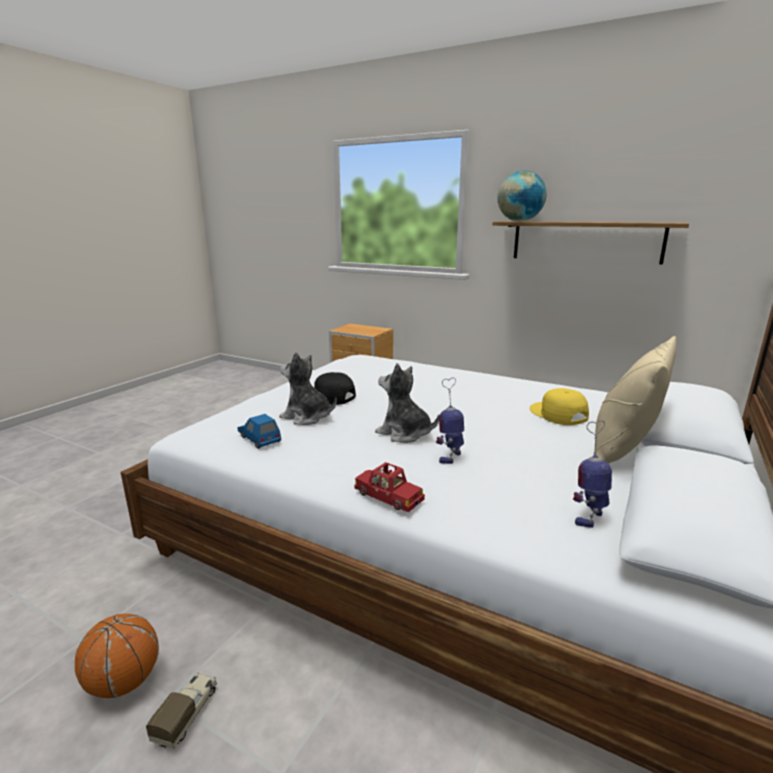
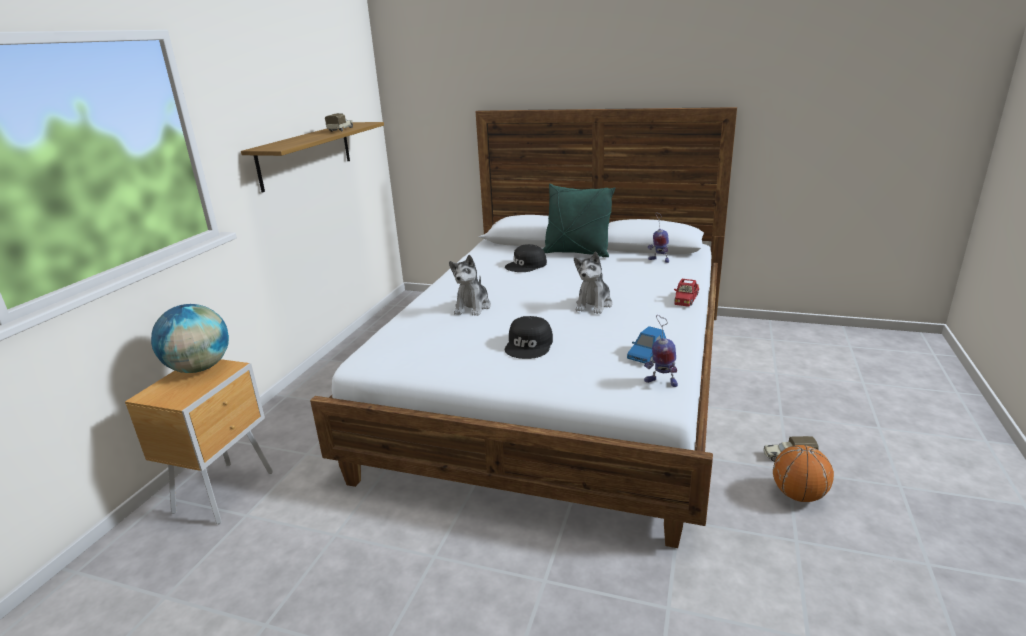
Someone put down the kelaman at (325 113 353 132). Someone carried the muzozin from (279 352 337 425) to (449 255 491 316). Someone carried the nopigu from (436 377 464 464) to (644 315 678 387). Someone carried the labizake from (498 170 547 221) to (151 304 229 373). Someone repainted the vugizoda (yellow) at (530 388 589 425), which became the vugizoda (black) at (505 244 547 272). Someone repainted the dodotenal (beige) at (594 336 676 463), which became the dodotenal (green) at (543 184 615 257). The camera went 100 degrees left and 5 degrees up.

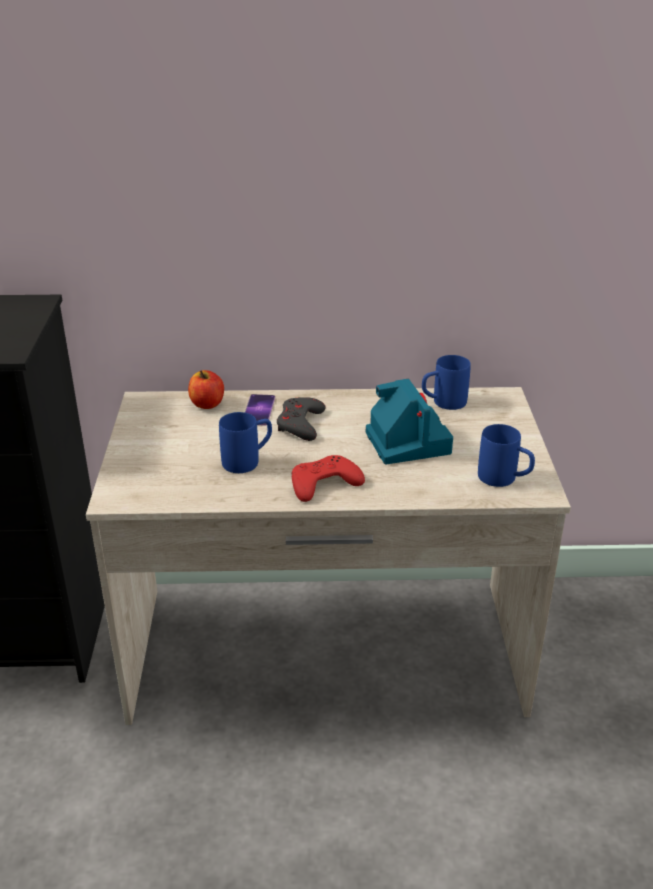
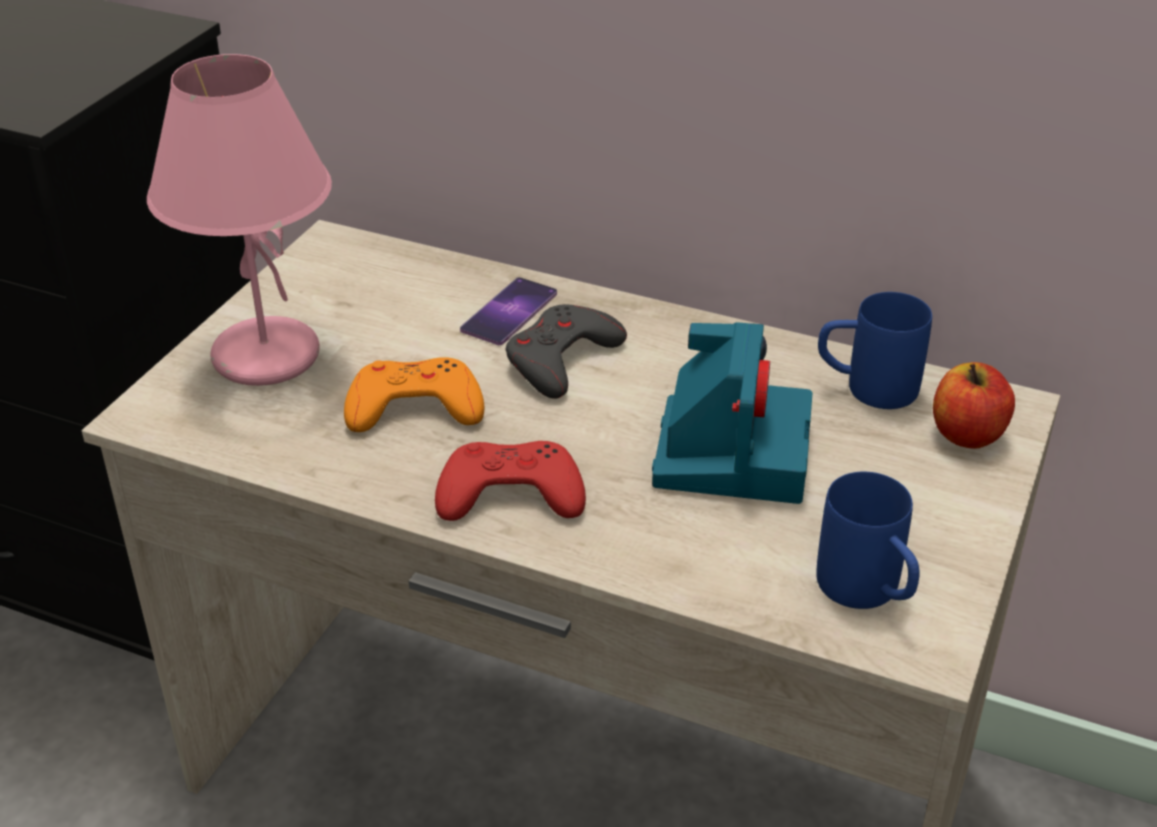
Someone put down the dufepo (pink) at (147 54 332 386). Someone carried the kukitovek from (188 370 224 409) to (933 362 1015 449). Someone swapped the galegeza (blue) at (219 412 272 473) for the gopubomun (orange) at (344 357 484 432). The camera went 25 degrees right and 5 degrees up.

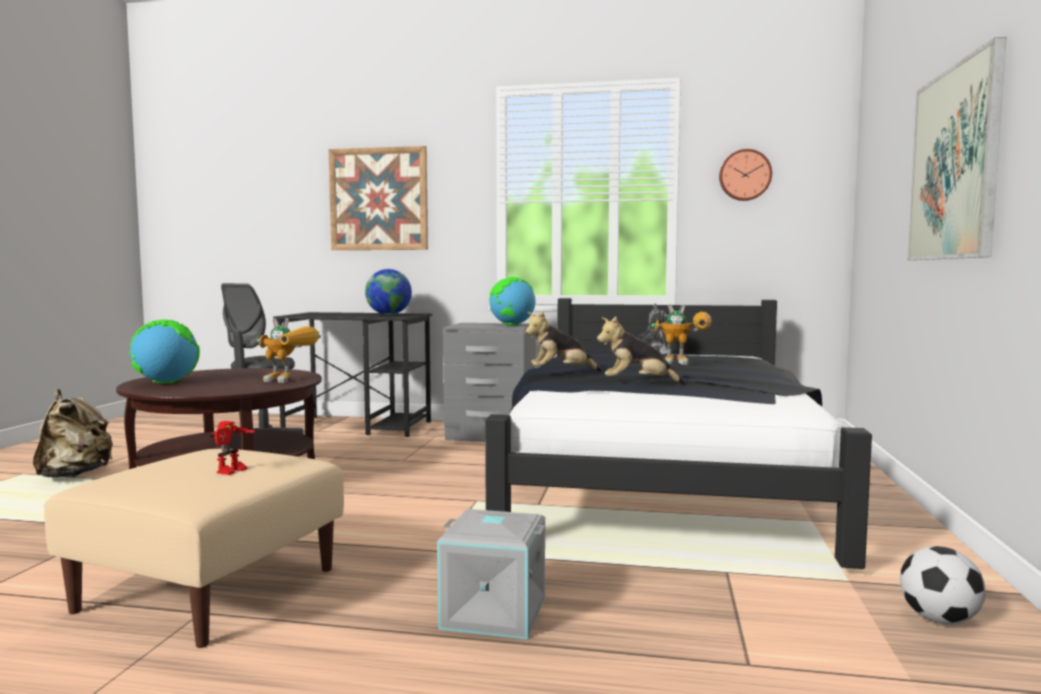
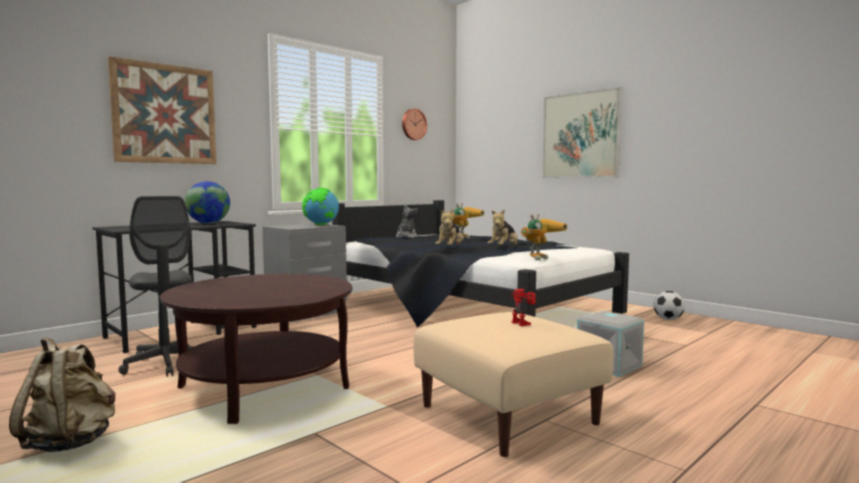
Someone took away the labizake at (129 319 200 384). Someone carried the nopigu from (257 318 321 383) to (521 214 567 260). The camera went 55 degrees left and 0 degrees up.

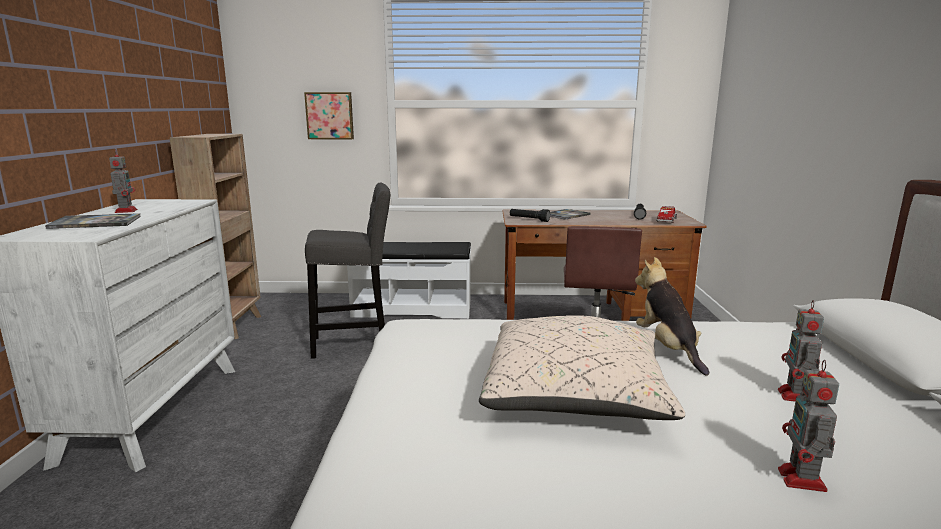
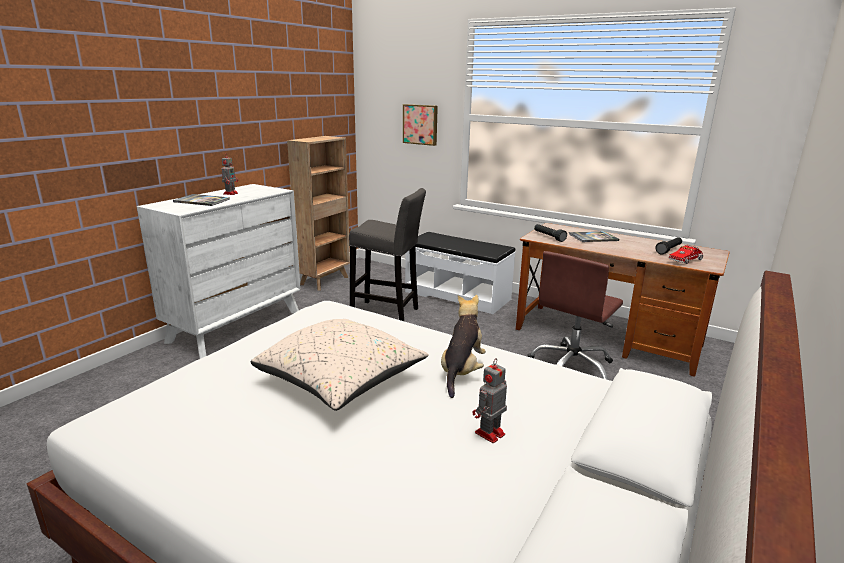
Someone took away the nopigu at (778 360 839 492). The camera went 30 degrees right and 5 degrees up.

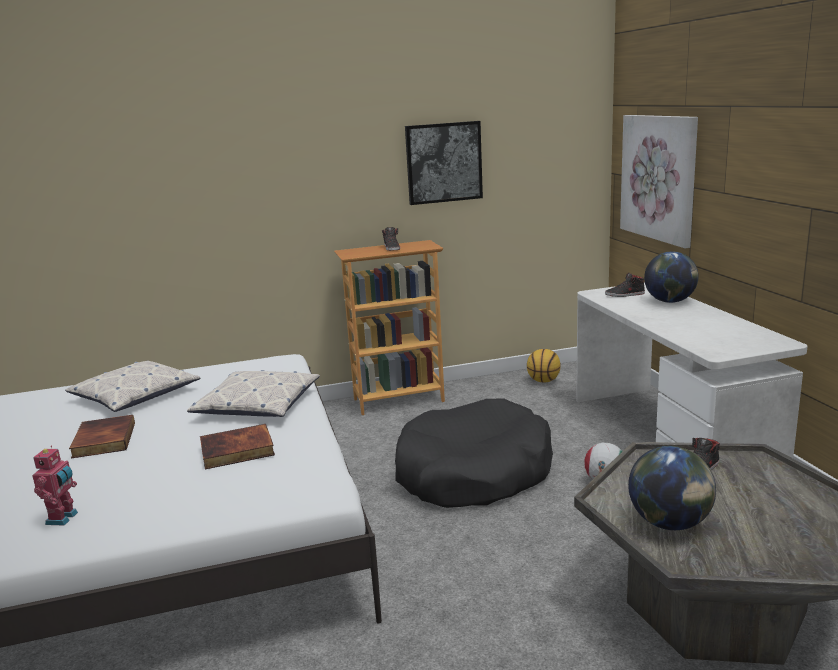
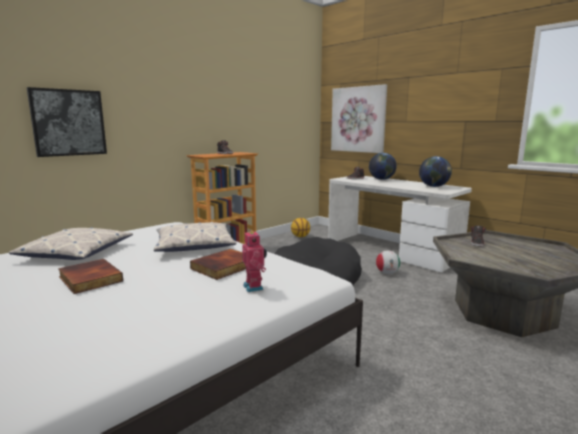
Someone carried the nopigu from (32 445 78 526) to (242 230 267 292). Someone carried the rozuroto from (405 121 483 205) to (26 87 107 157). Someone carried the labizake from (628 446 716 530) to (419 156 452 187). The camera went 30 degrees left and 5 degrees down.

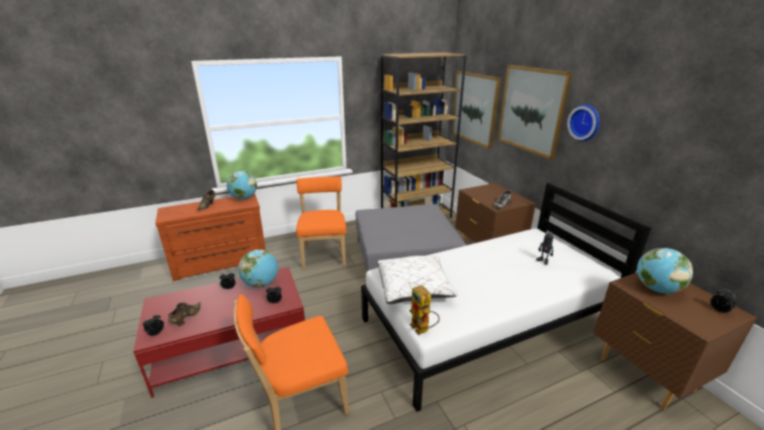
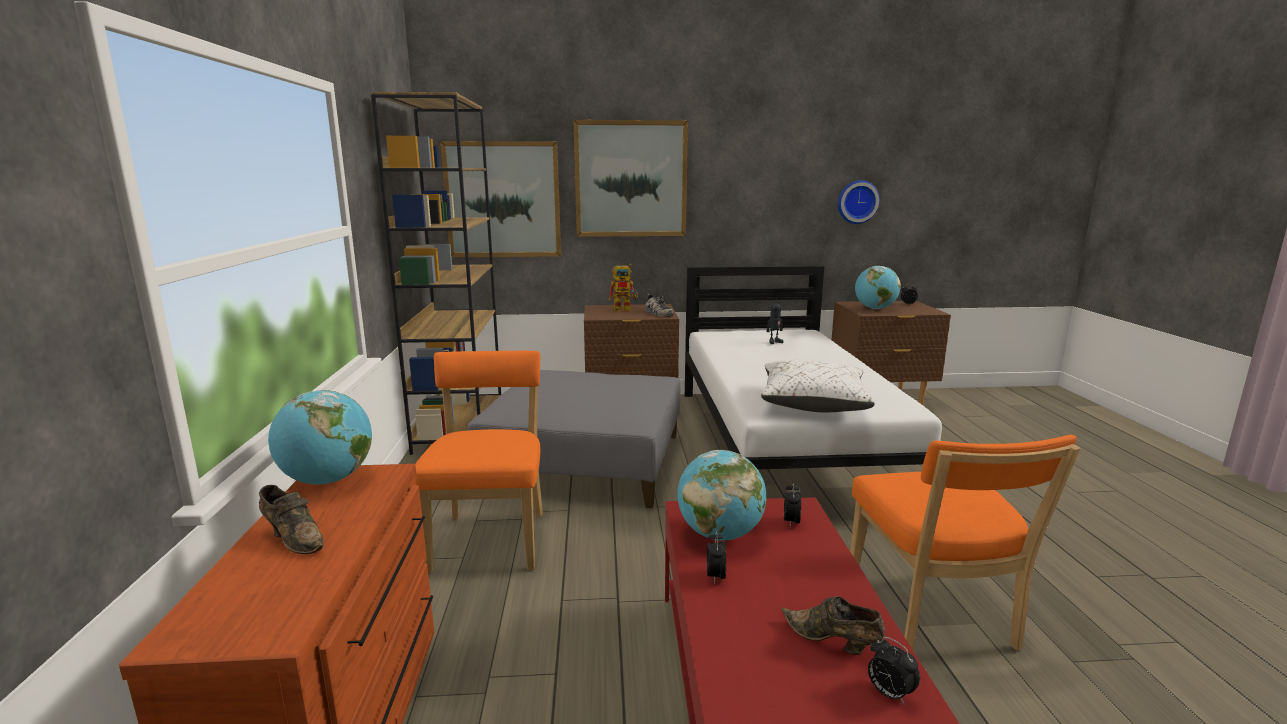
Someone carried the nopigu from (410 285 440 335) to (609 264 638 312). Someone carried the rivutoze from (567 104 600 141) to (838 180 880 224). Someone rotated the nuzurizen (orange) at (296 177 346 269) by 75 degrees clockwise. The camera went 70 degrees left and 10 degrees down.

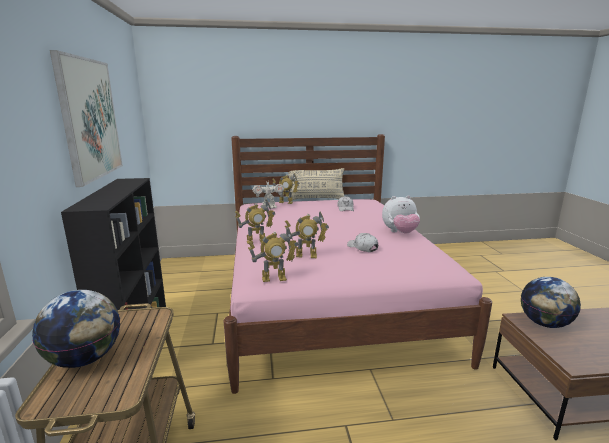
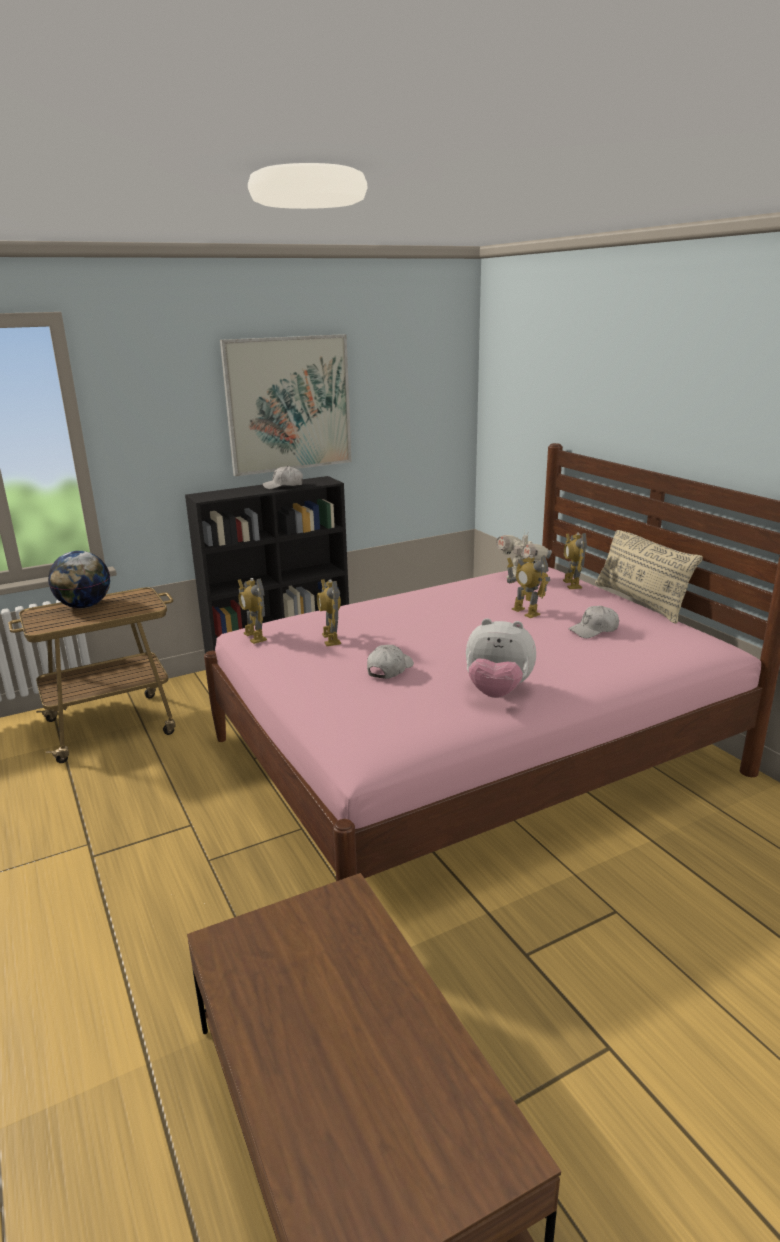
Someone took away the labizake at (521 277 581 328). Someone put down the vugizoda (white) at (262 466 303 489). Someone carried the nopigu from (235 200 275 244) to (507 555 550 618). Someone rotated the muzozin at (382 195 420 234) by 45 degrees counterclockwise. The camera went 70 degrees right and 5 degrees up.

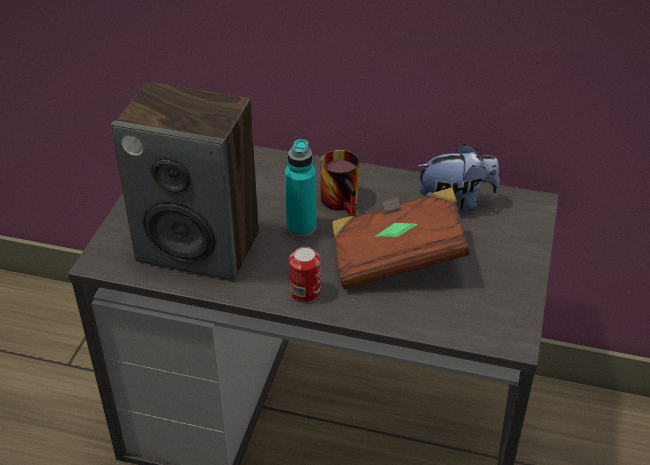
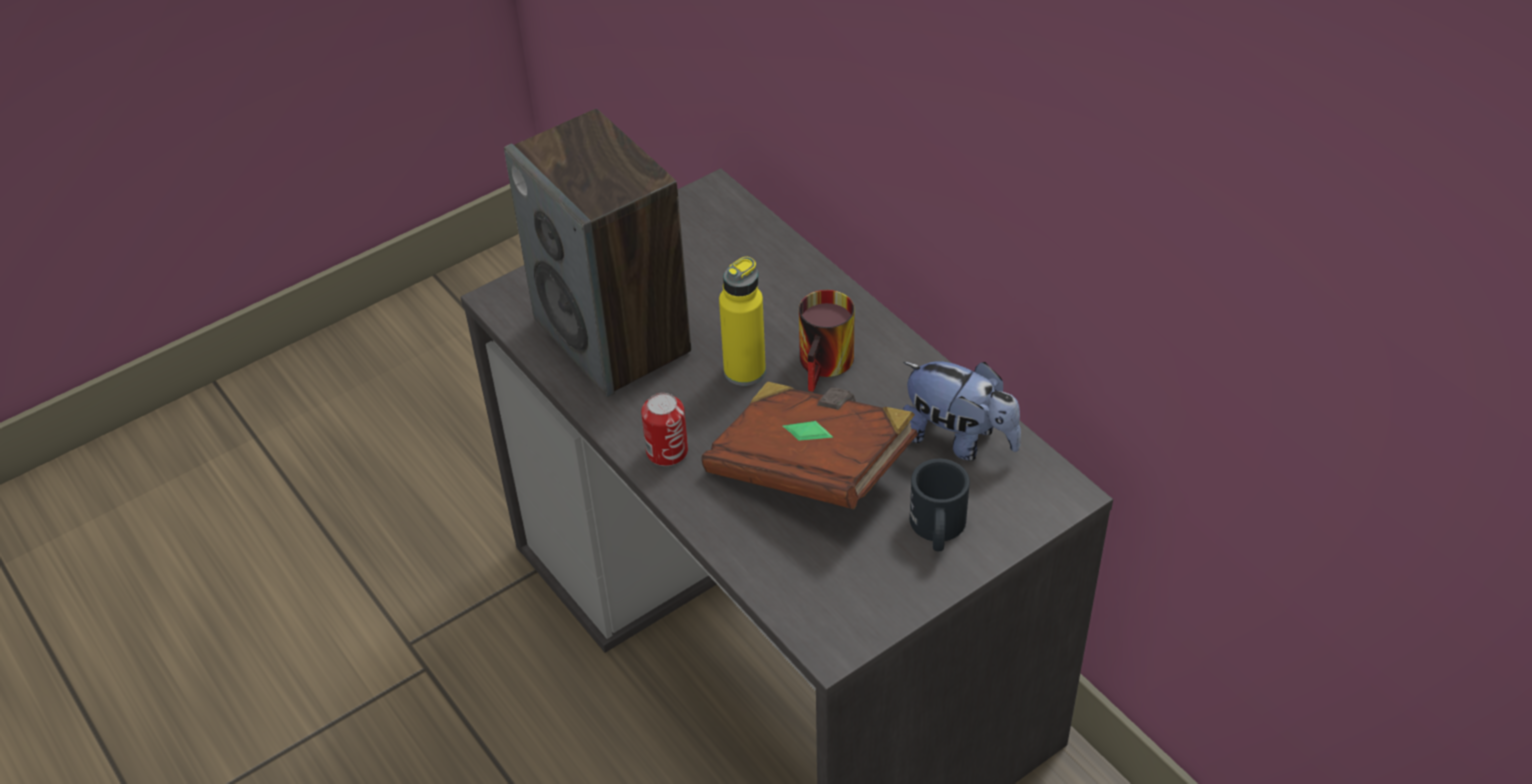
Someone put down the galegeza (black) at (910 459 970 552). Someone repainted the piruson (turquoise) at (285 139 316 237), which became the piruson (yellow) at (719 257 766 386). The camera went 40 degrees right and 5 degrees up.

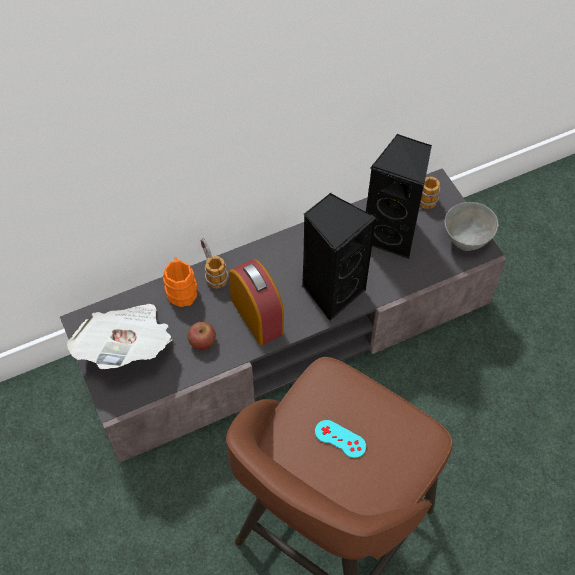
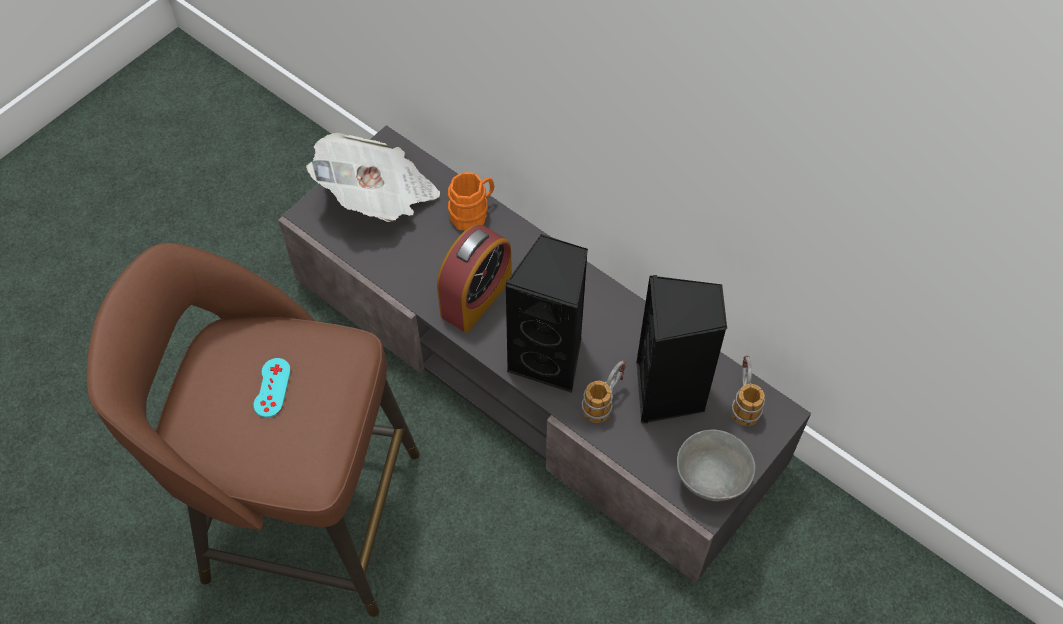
Someone took away the kukitovek at (188 322 216 350). Someone carried the galegeza from (201 238 228 289) to (582 360 626 423). The camera went 65 degrees right and 0 degrees up.

